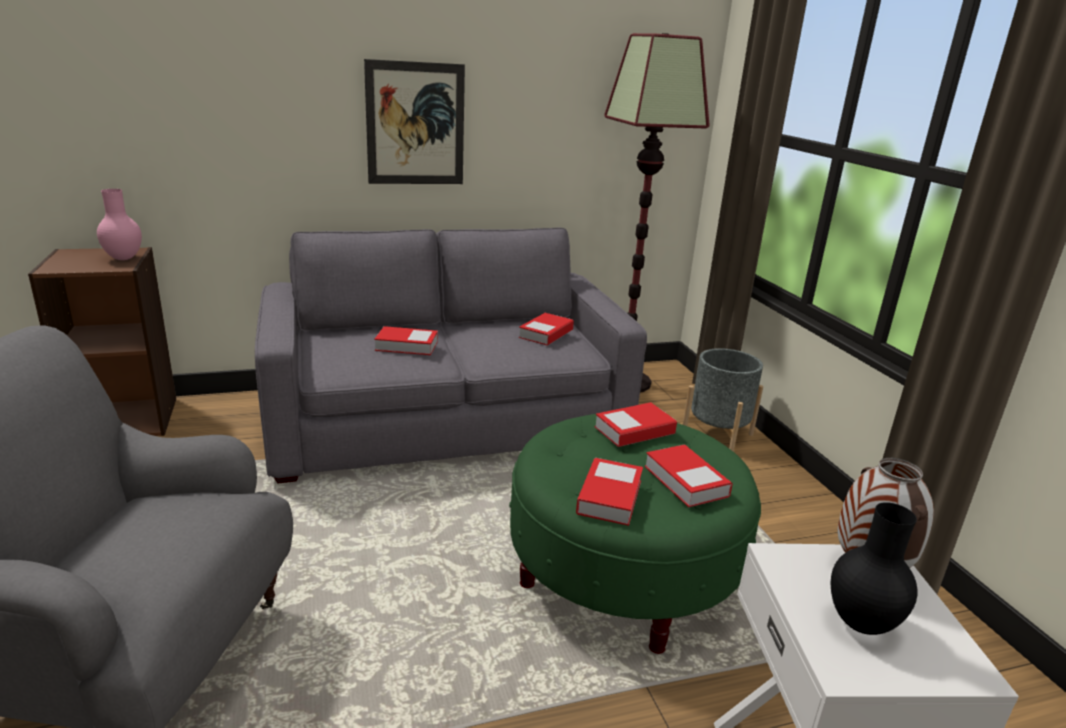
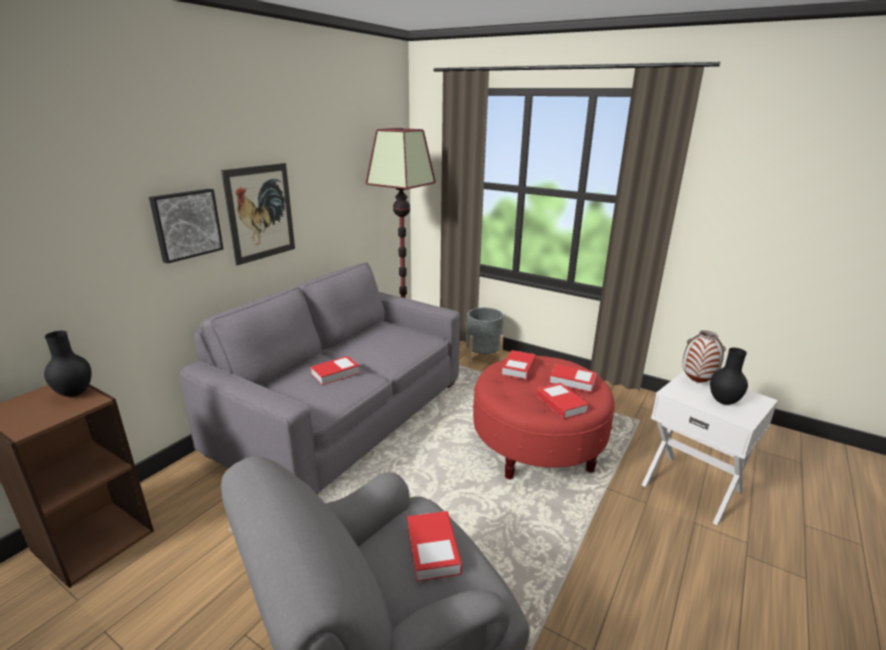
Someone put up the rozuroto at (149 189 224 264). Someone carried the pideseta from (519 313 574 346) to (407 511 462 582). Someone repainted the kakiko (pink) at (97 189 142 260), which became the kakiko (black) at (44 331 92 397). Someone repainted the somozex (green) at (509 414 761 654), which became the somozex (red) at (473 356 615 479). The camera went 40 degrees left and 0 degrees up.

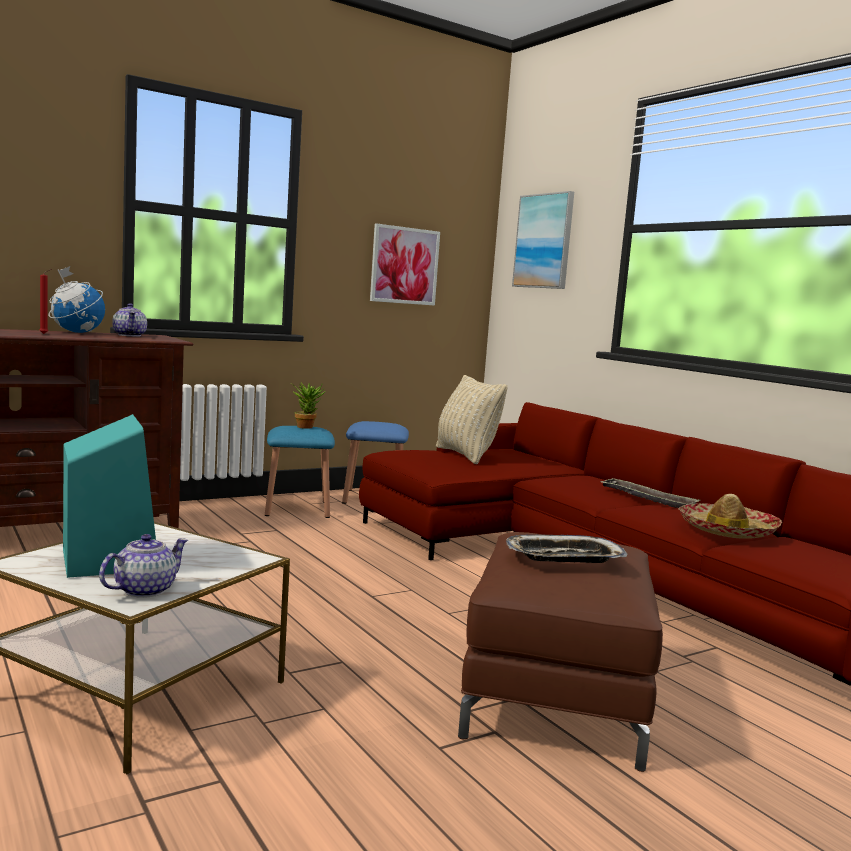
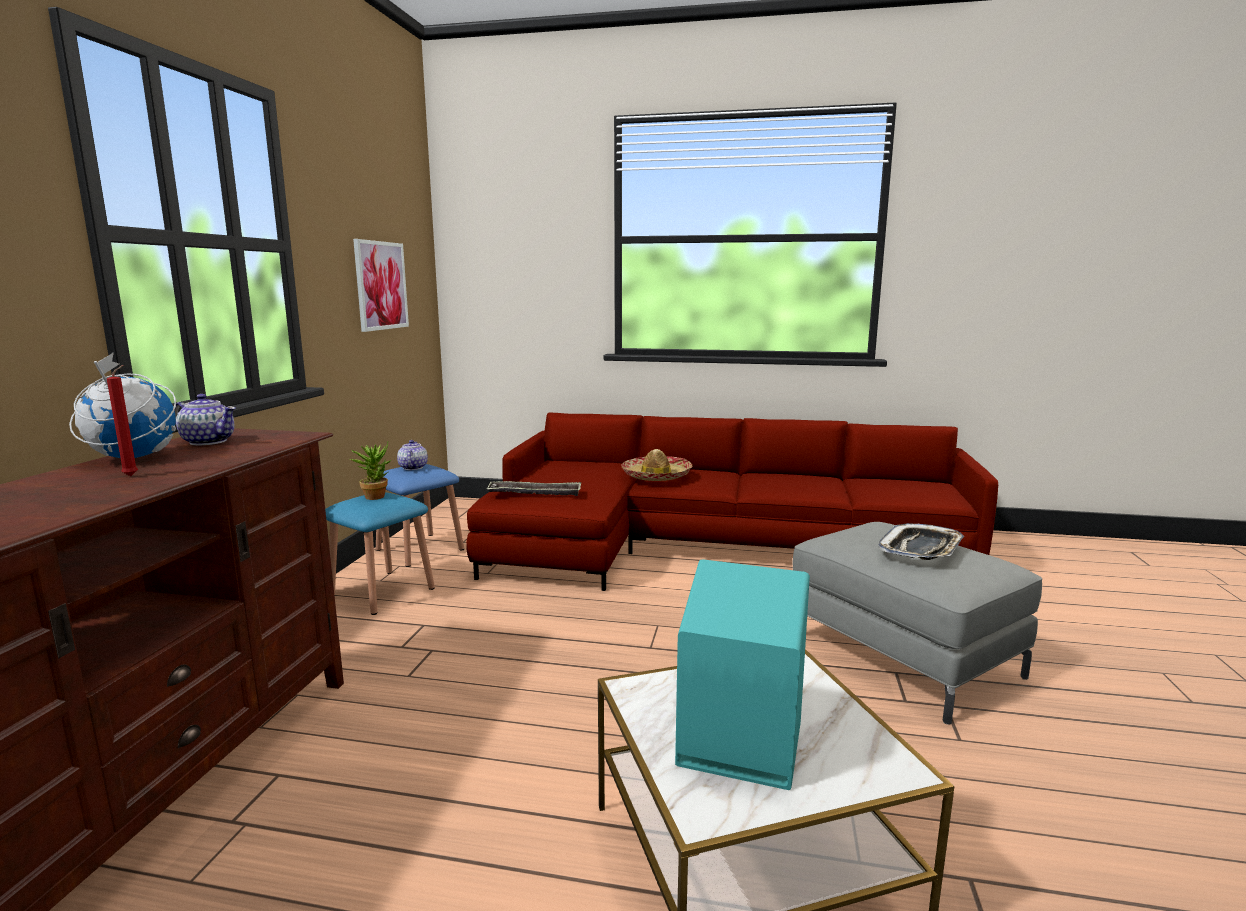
Someone took away the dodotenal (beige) at (436 375 508 464). Someone took away the rozuroto at (512 191 574 289). Someone carried the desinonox from (99 534 188 598) to (397 440 428 470). Someone carried the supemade from (601 478 700 508) to (487 481 581 496). Someone carried the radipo from (678 494 782 539) to (621 449 692 481). Someone repainted the somozex (brown) at (458 532 663 772), which became the somozex (grey) at (793 522 1042 725). The camera went 45 degrees left and 5 degrees up.

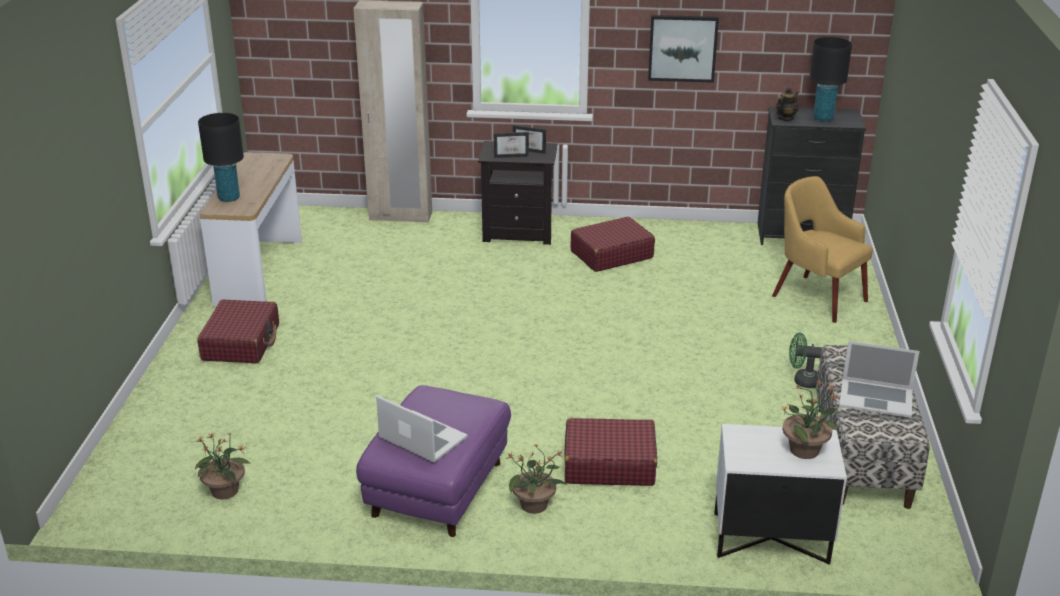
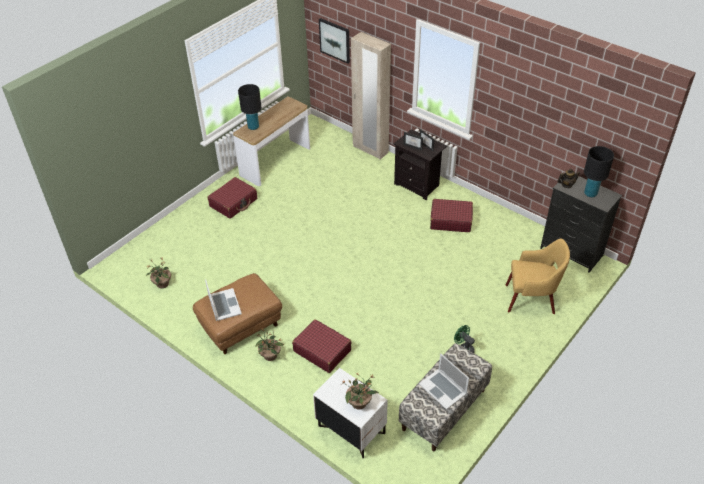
Someone carried the rozuroto from (648 15 719 83) to (319 18 350 64). Someone repainted the somozex (purple) at (356 385 511 537), which became the somozex (brown) at (193 273 282 354). Someone rotated the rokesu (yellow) at (772 176 873 323) by 105 degrees clockwise. The camera went 35 degrees right and 15 degrees up.

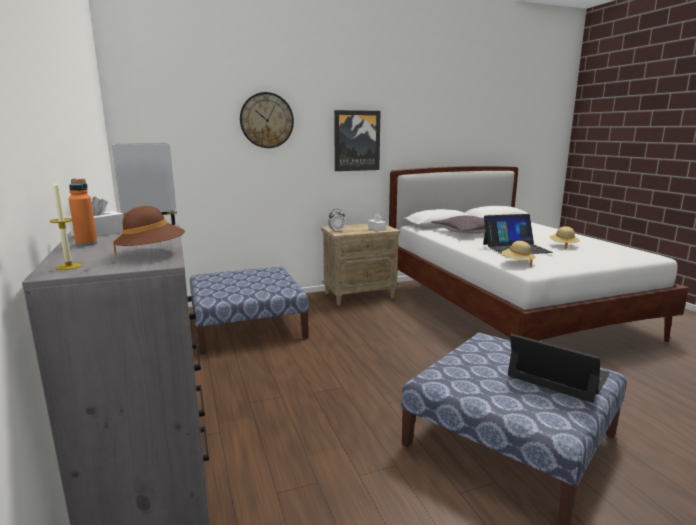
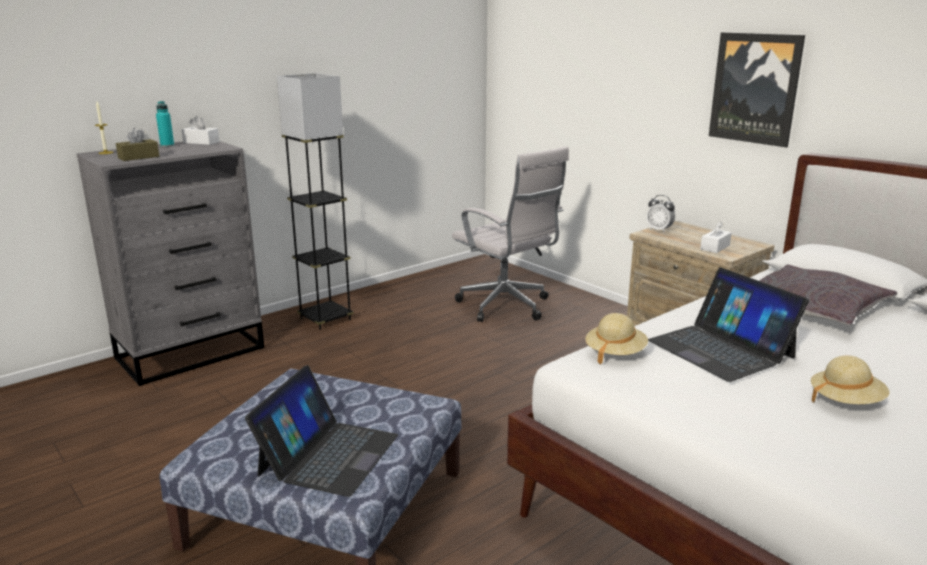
Someone took away the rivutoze at (240 92 294 148). Someone swapped the radipo (brown) at (113 206 185 255) for the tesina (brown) at (116 128 159 161). Someone swapped the somozex at (190 267 309 354) for the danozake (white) at (452 146 569 322). Someone repainted the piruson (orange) at (69 179 98 246), which became the piruson (turquoise) at (156 101 174 147). The camera went 70 degrees right and 5 degrees up.

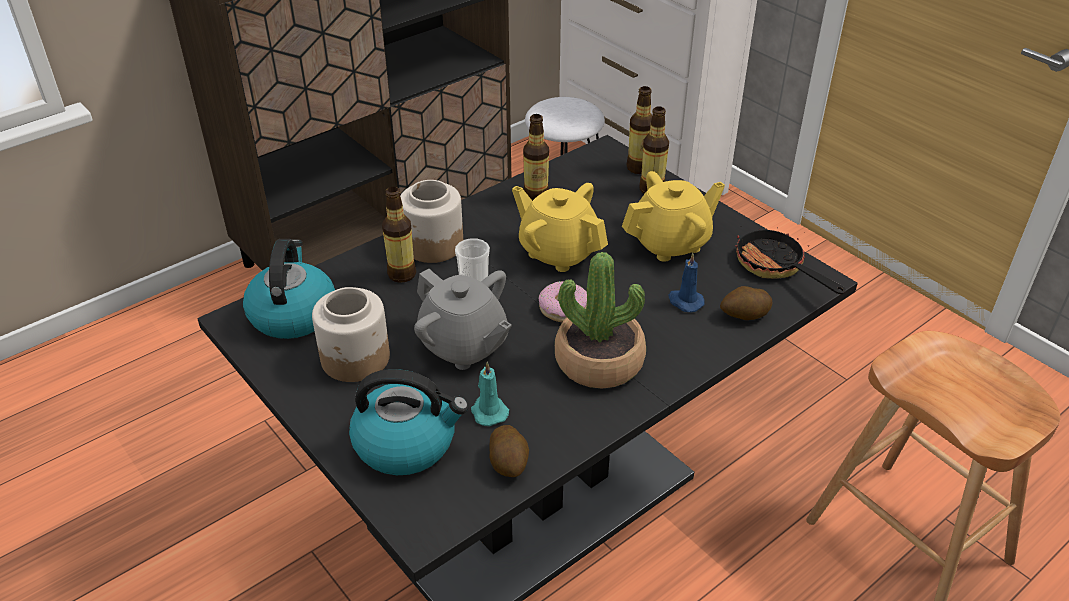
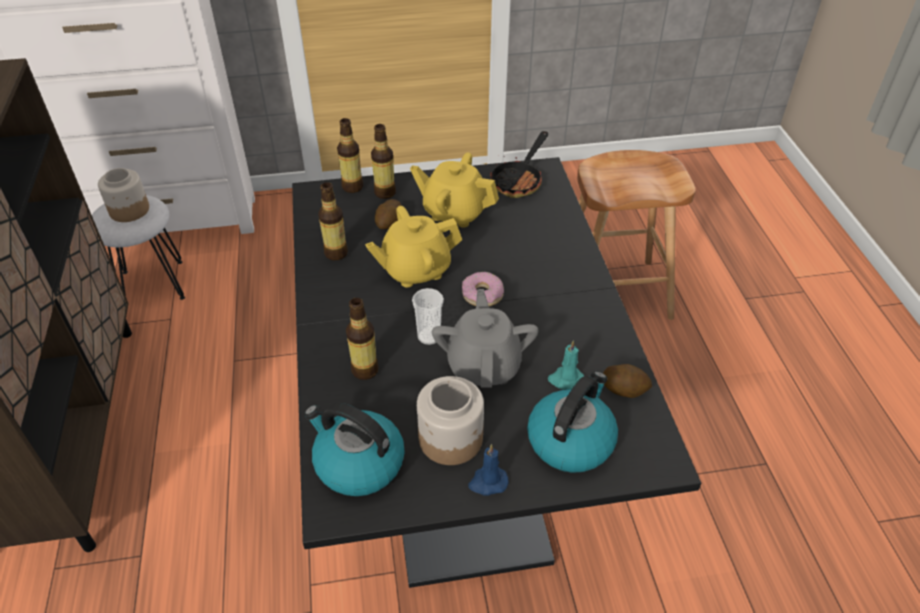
Someone took away the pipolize at (555 252 646 388). Someone carried the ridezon from (400 180 463 263) to (98 168 149 222). Someone carried the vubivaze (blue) from (669 253 705 312) to (469 444 509 495). Someone carried the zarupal from (720 286 773 320) to (375 199 402 229). Someone rotated the desinonox (grey) at (414 269 512 370) by 75 degrees counterclockwise. Someone rotated the desinonox (yellow) at (622 171 725 262) by 75 degrees counterclockwise. Someone rotated the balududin at (736 229 846 294) by 60 degrees counterclockwise. The camera went 60 degrees left and 5 degrees up.

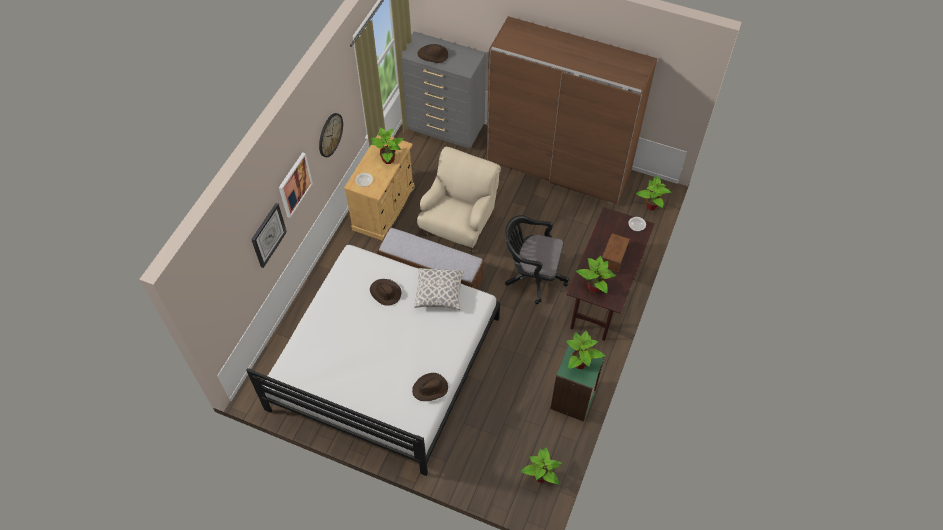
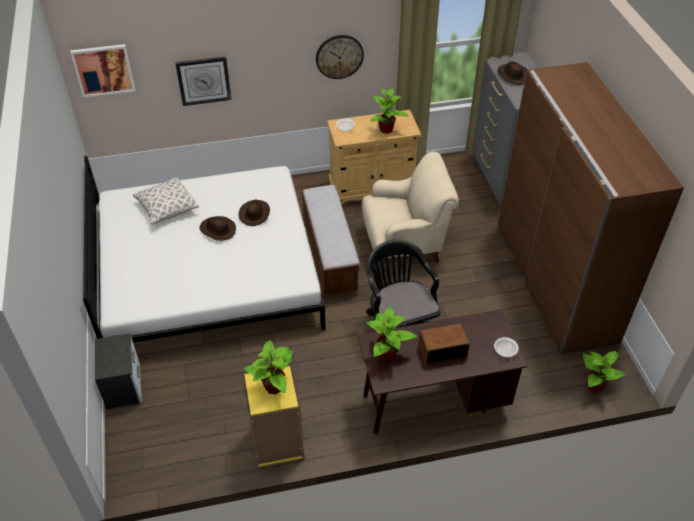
Someone took away the pipolize at (521 448 561 484). Someone put down the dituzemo at (95 333 142 409). Someone carried the rozuroto from (279 152 313 218) to (70 44 135 98). Someone carried the radipo (brown) from (412 373 448 401) to (199 216 236 241). Someone carried the dodotenal from (414 268 464 310) to (133 177 199 225). Someone repainted the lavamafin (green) at (550 345 605 422), which became the lavamafin (yellow) at (243 366 304 468). The camera went 55 degrees right and 10 degrees down.

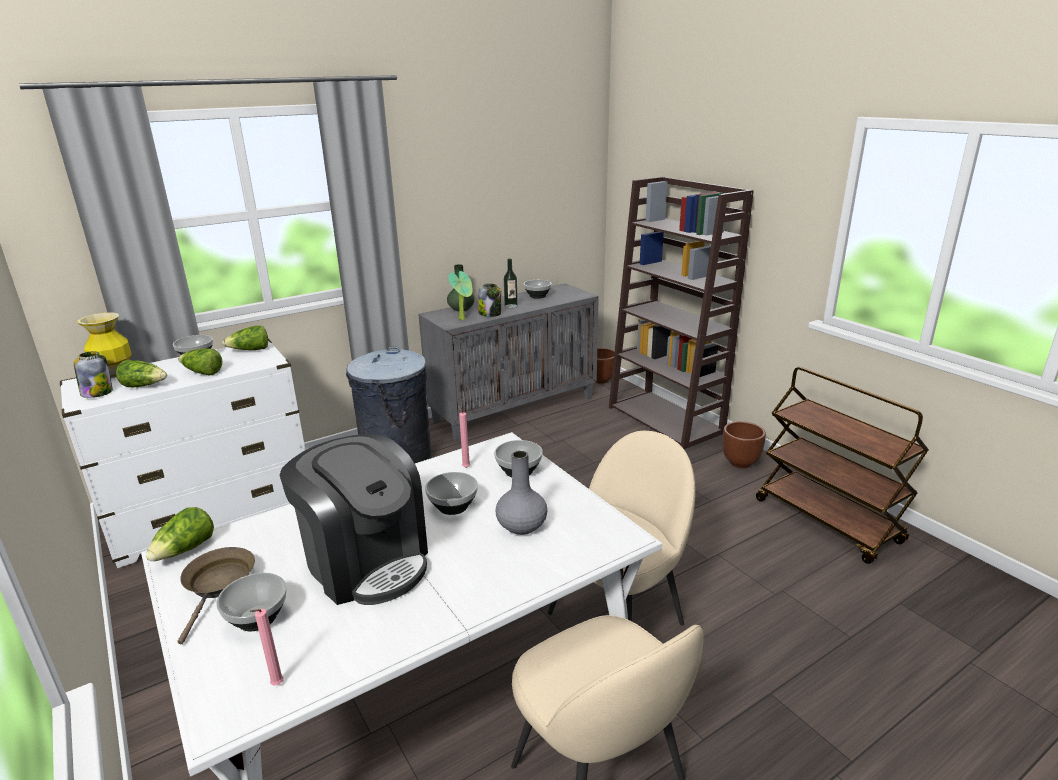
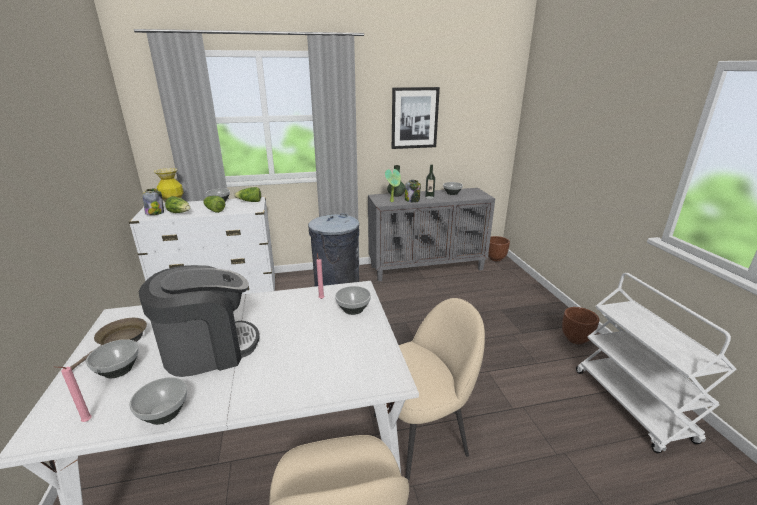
Someone took away the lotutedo at (146 507 214 561). Someone took away the kakiko (grey) at (496 450 548 535). Someone took away the lavamafin (brown) at (609 177 754 449). Someone put up the rozuroto at (392 87 440 149). Someone carried the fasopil from (425 472 478 515) to (129 377 187 425). Someone repainted the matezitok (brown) at (756 367 929 564), which became the matezitok (white) at (576 273 737 453). Someone rotated the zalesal at (280 434 428 605) by 90 degrees counterclockwise. The camera went 20 degrees right and 0 degrees up.

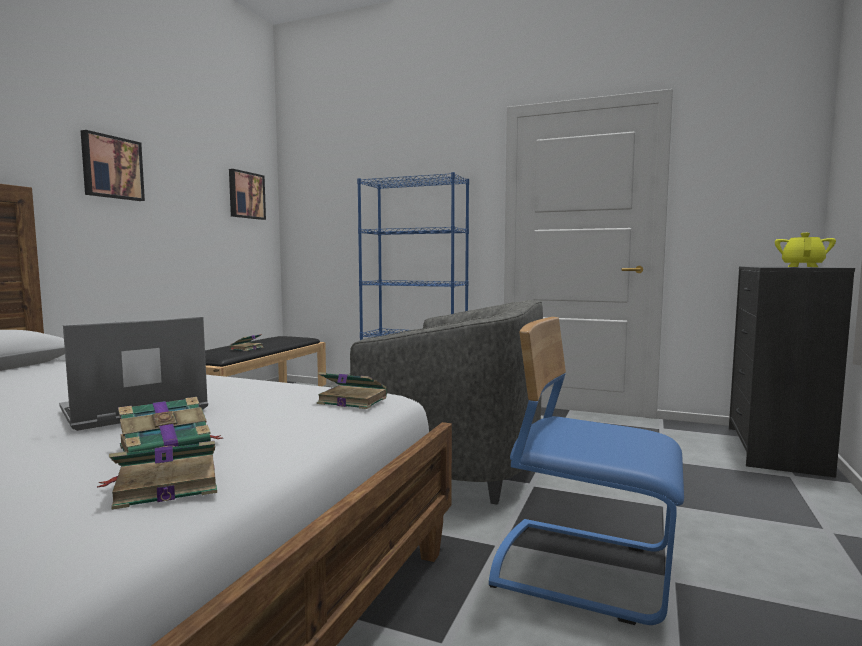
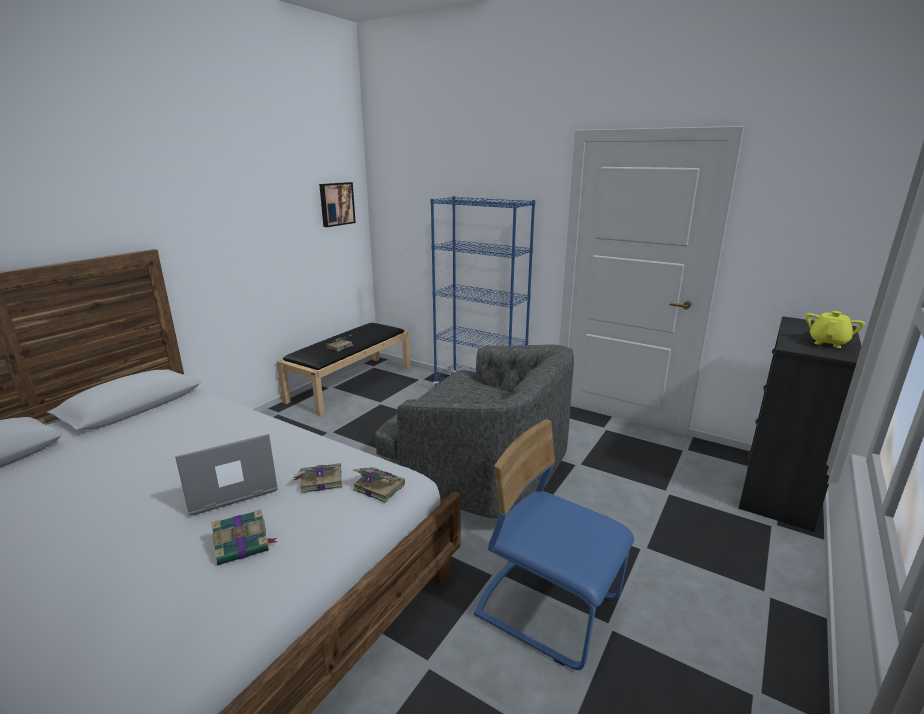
Someone took away the rozuroto at (81 130 145 201). Someone carried the pideseta from (97 441 217 510) to (294 463 342 494). The camera went 10 degrees right and 15 degrees up.

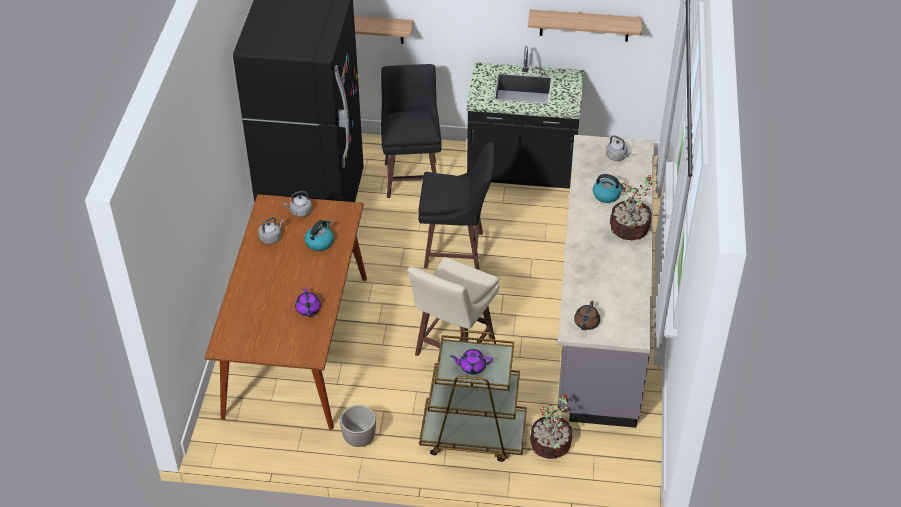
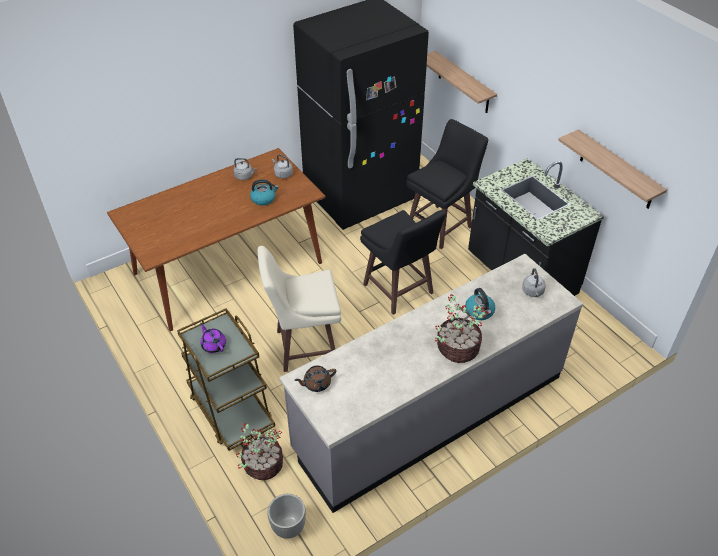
Someone took away the desinonox (purple) at (295 287 321 317). Someone carried the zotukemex from (340 405 376 447) to (267 494 306 539). The camera went 50 degrees right and 0 degrees up.

